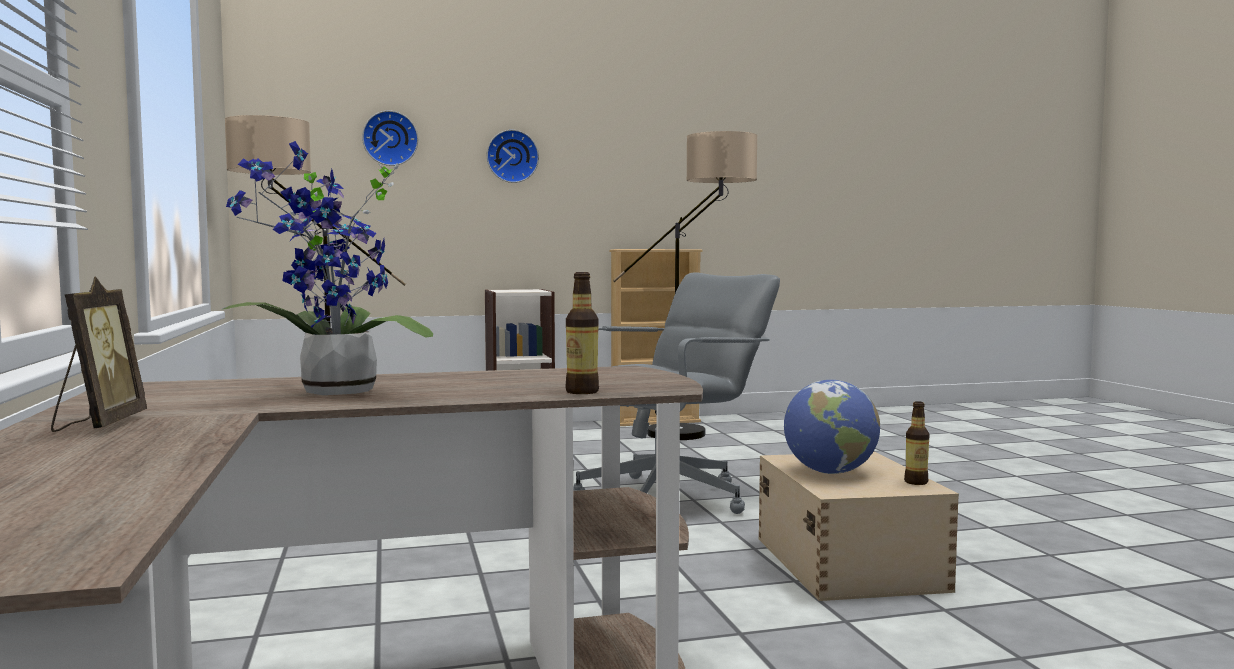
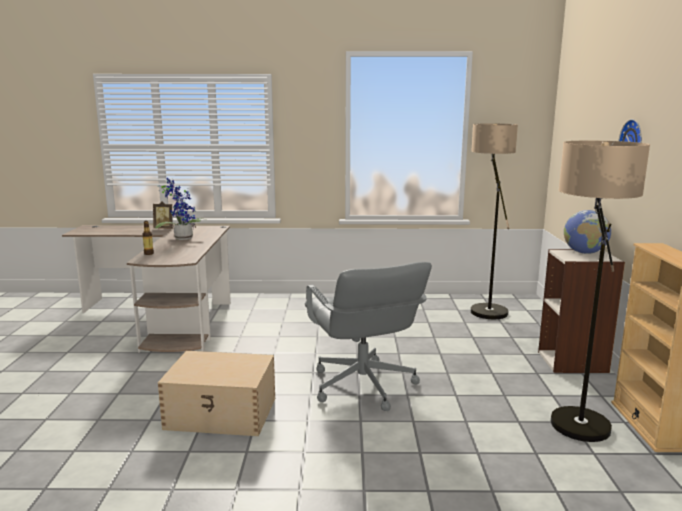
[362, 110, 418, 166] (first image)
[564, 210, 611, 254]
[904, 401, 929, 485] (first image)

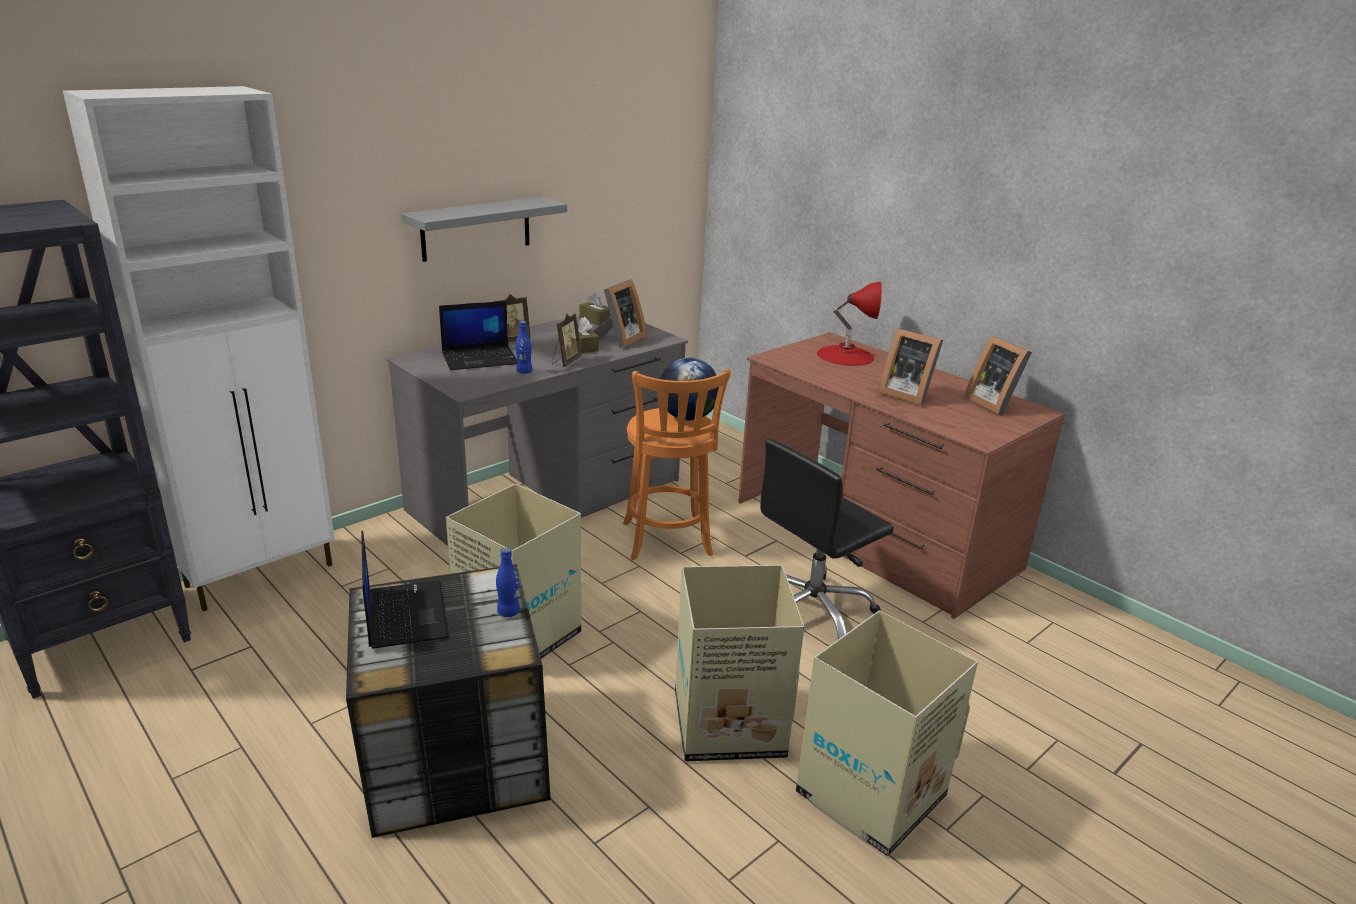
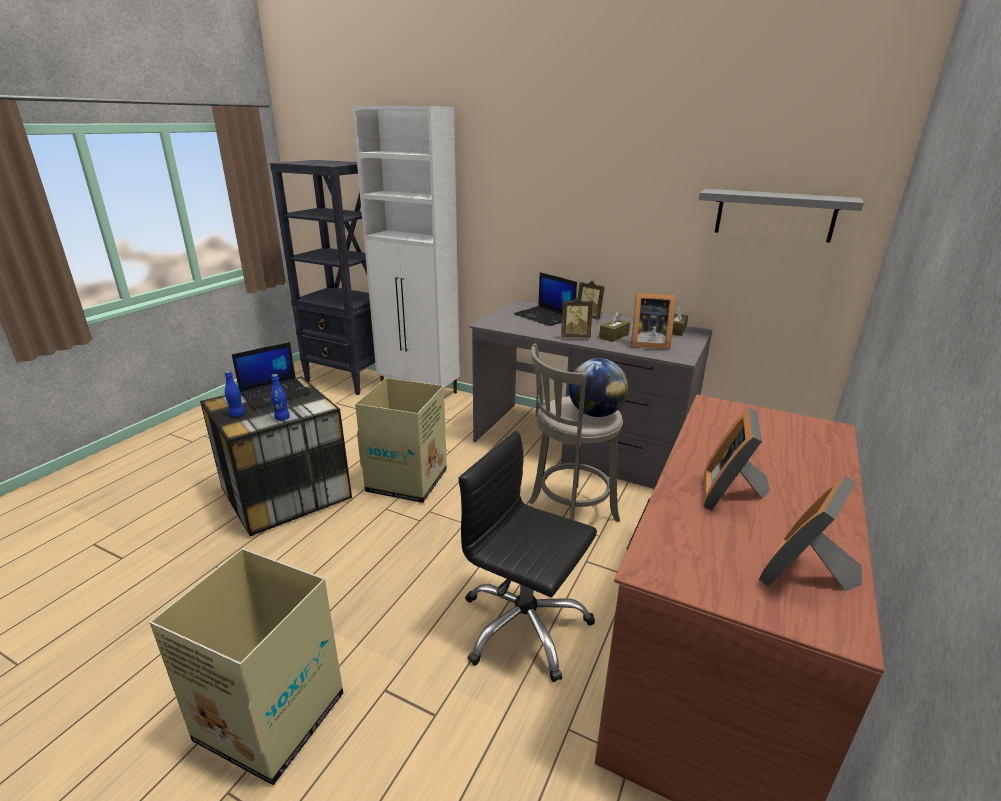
[699, 189, 864, 242]
[224, 371, 244, 417]
[529, 343, 623, 522]
[675, 565, 804, 762] (first image)
[817, 282, 882, 366] (first image)

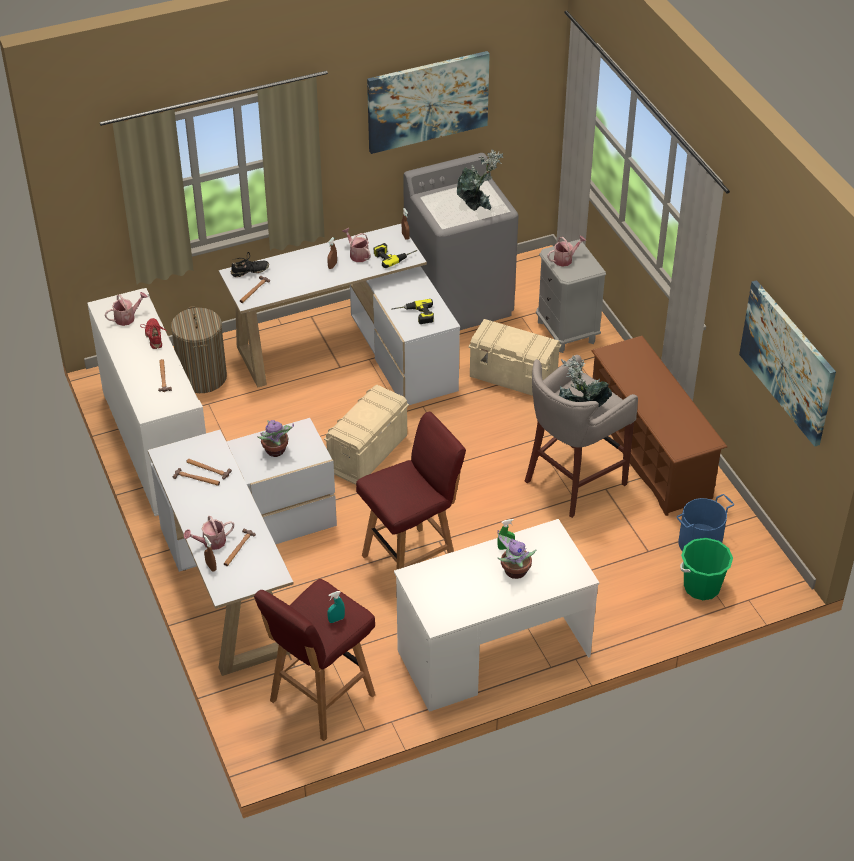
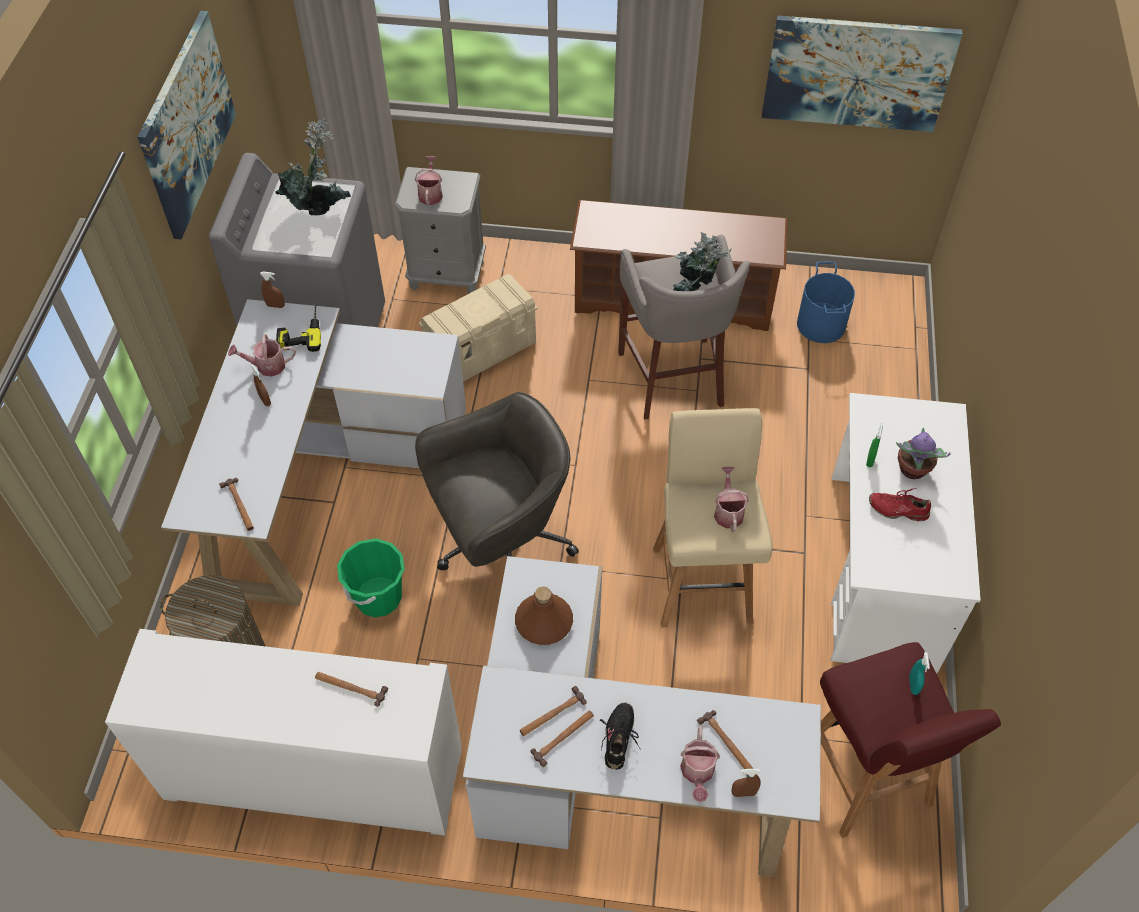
[714, 467, 749, 532]
[869, 488, 931, 521]
[600, 702, 641, 770]
[515, 587, 573, 645]
[415, 392, 579, 570]
[653, 408, 772, 627]
[392, 299, 434, 324] (first image)
[337, 538, 404, 617]

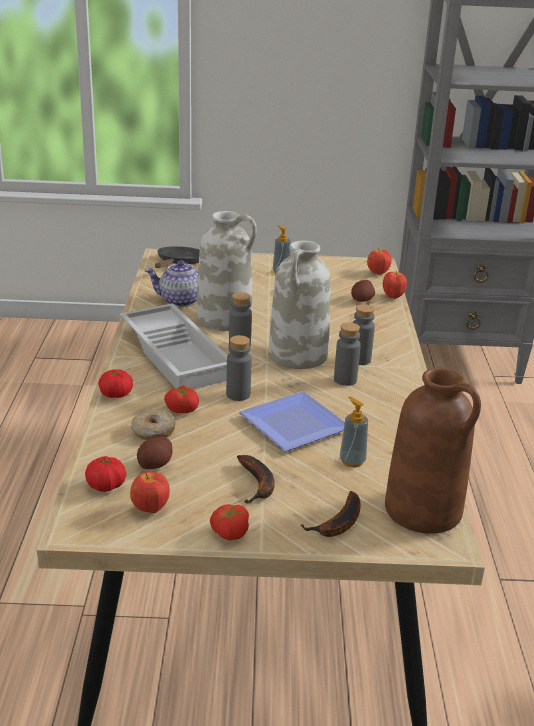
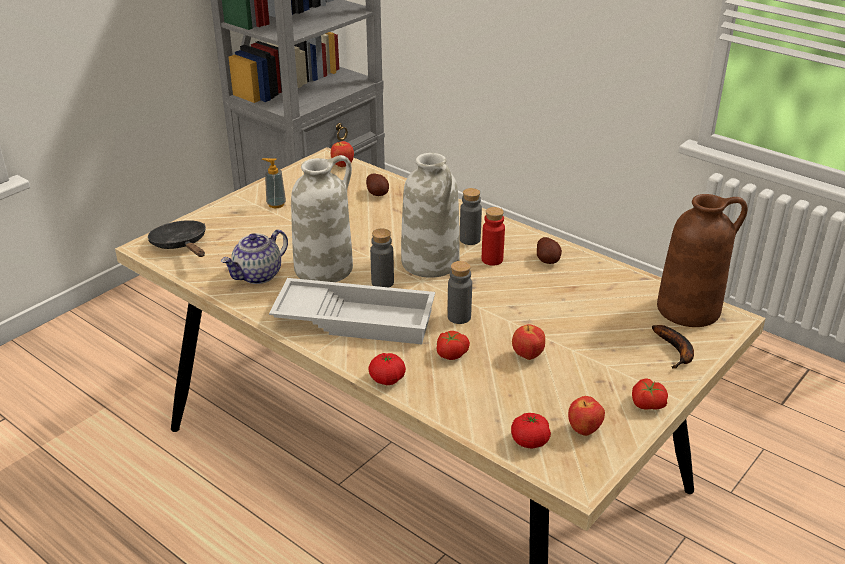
[131, 409, 176, 440] (first image)
[537, 237, 562, 264]
[237, 455, 275, 503] (first image)
[239, 391, 345, 451] (first image)
[482, 207, 505, 266]
[340, 397, 368, 467] (first image)
[512, 324, 545, 360]

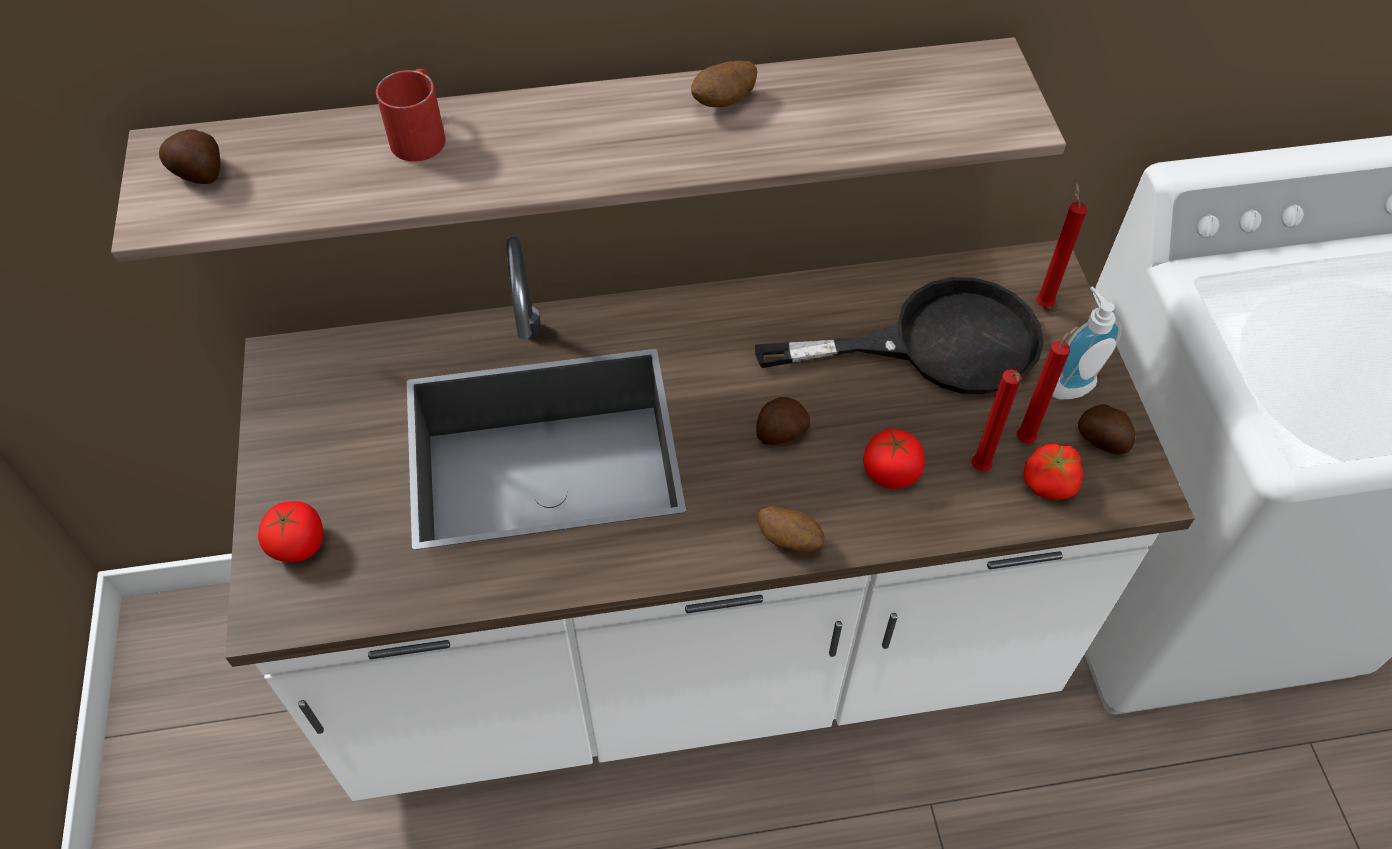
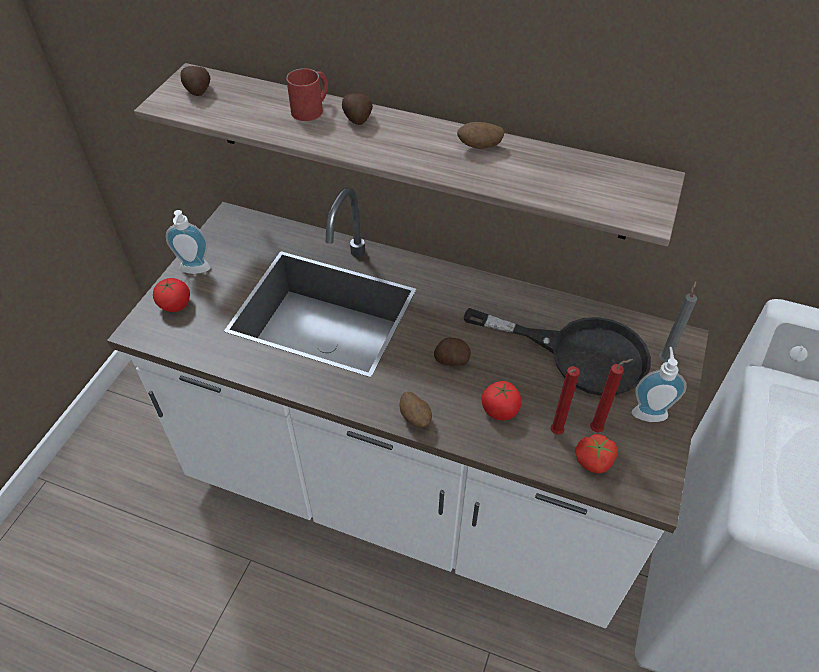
[659, 281, 697, 362]
[342, 93, 373, 125]
[166, 210, 210, 274]

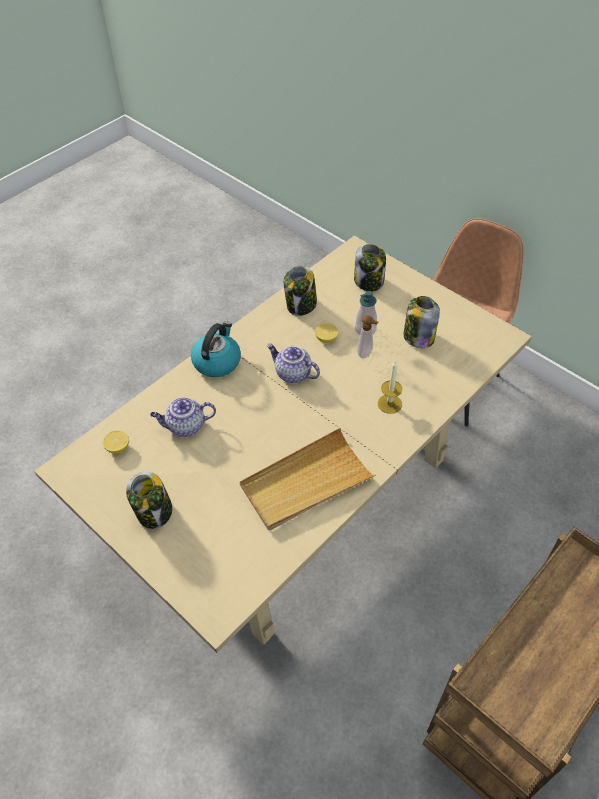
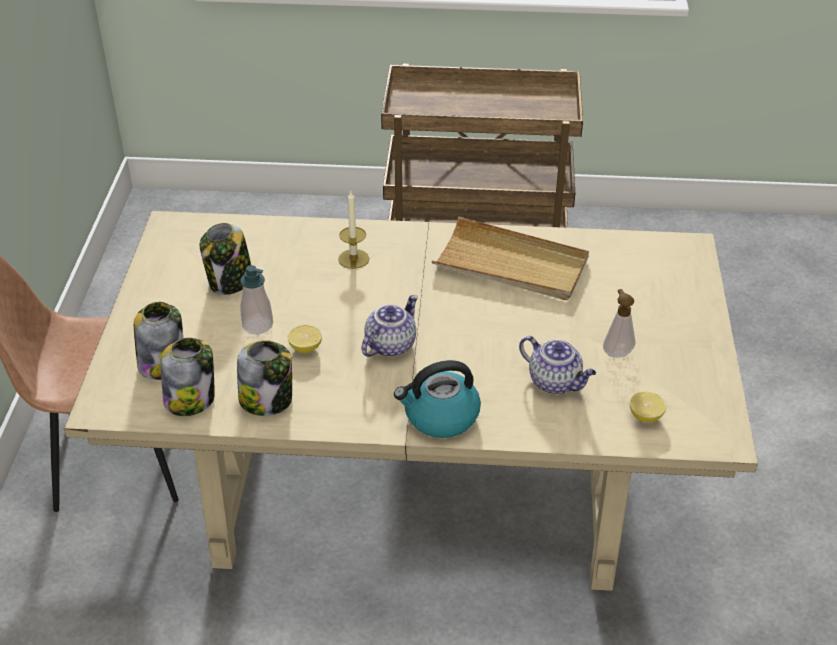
[161, 338, 215, 416]
[361, 295, 418, 357]
[603, 289, 635, 358]

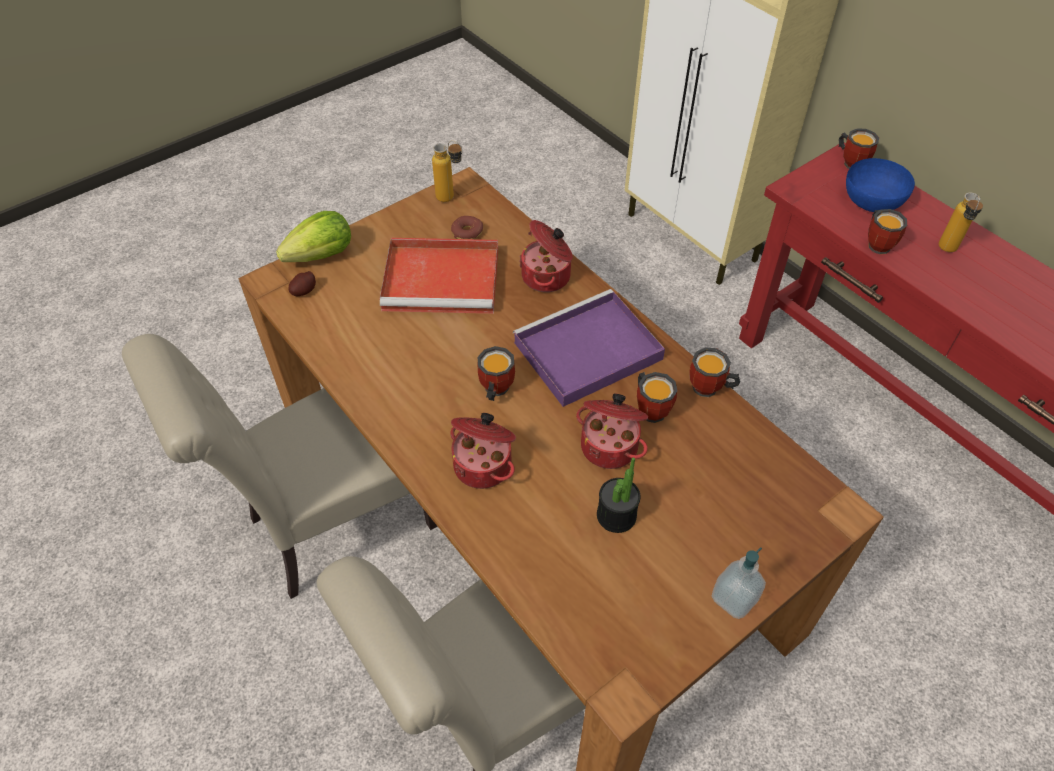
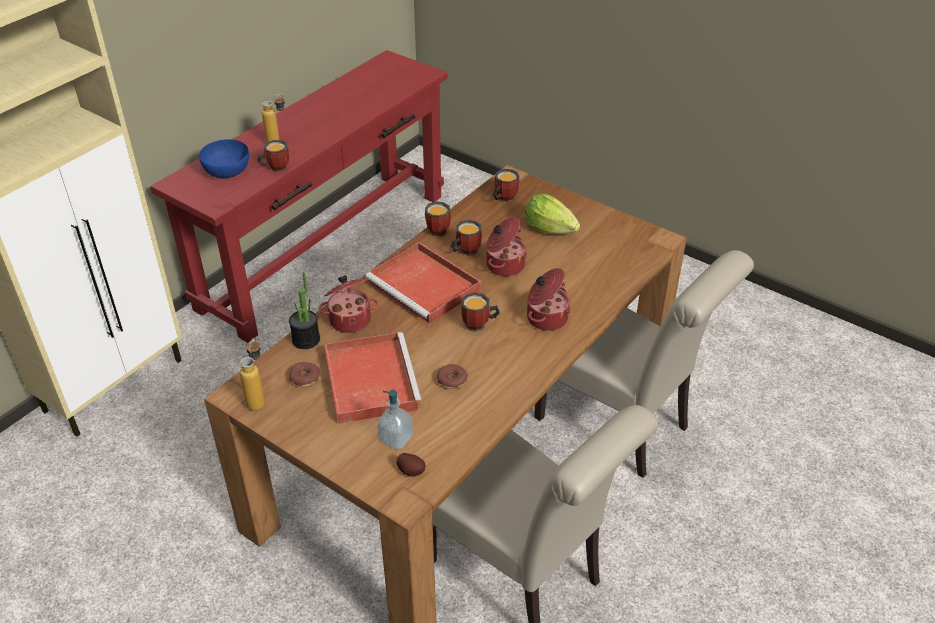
[525, 193, 580, 234]
[366, 242, 481, 325]
[289, 272, 320, 349]
[377, 390, 413, 450]
[492, 169, 520, 203]
[437, 364, 468, 389]

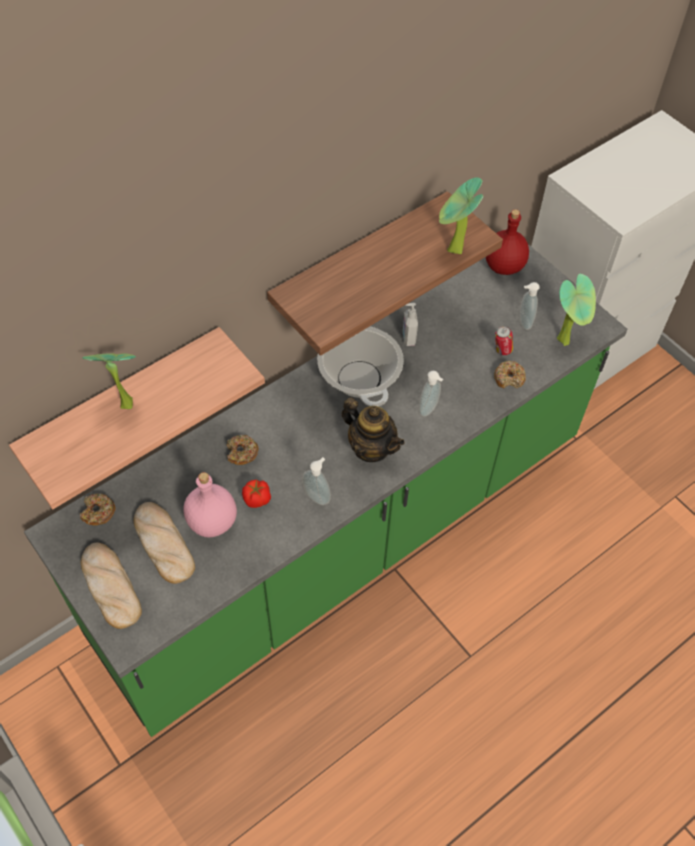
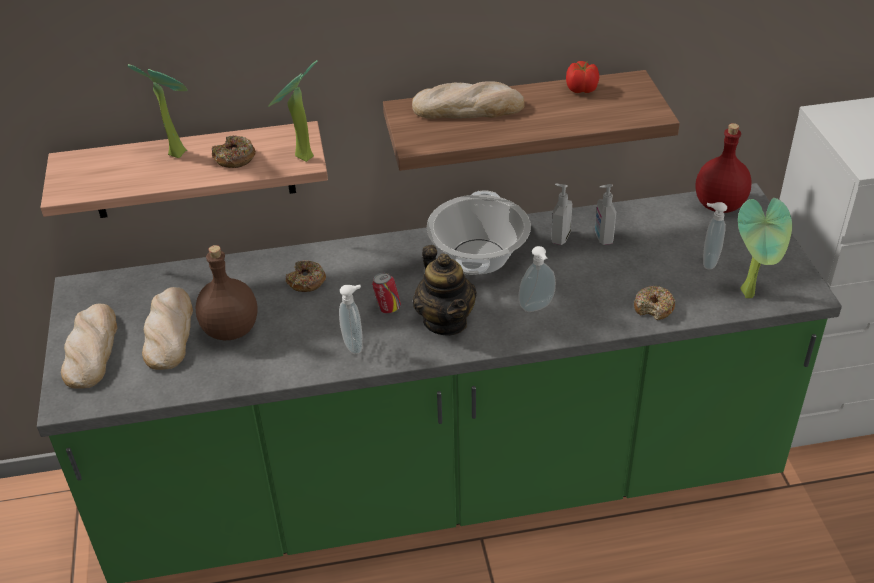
[212, 135, 256, 168]
[195, 245, 258, 340]
[566, 61, 599, 93]
[268, 60, 317, 162]
[372, 272, 401, 314]
[412, 81, 525, 119]
[595, 184, 616, 245]

